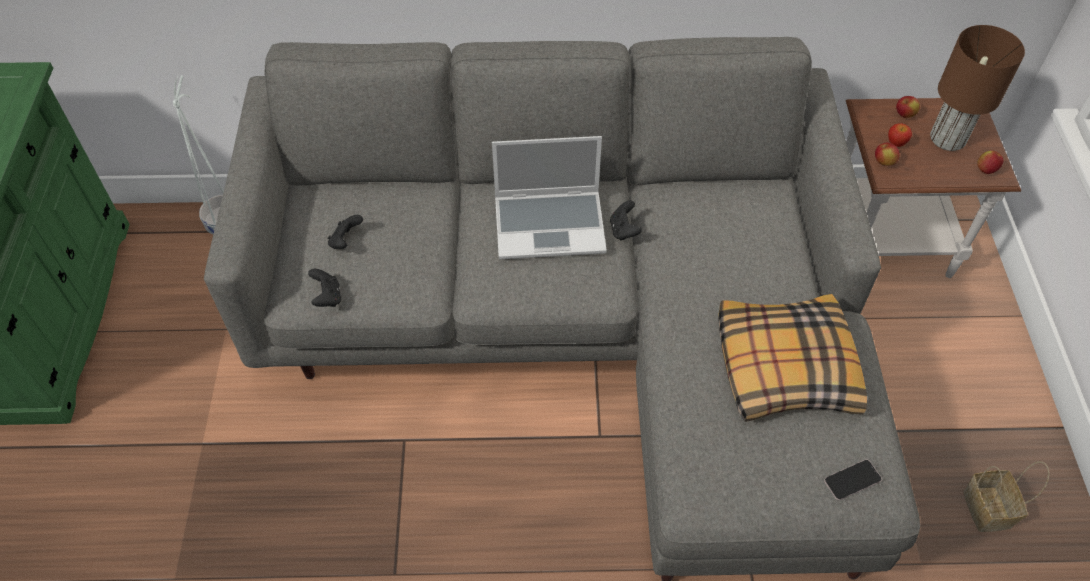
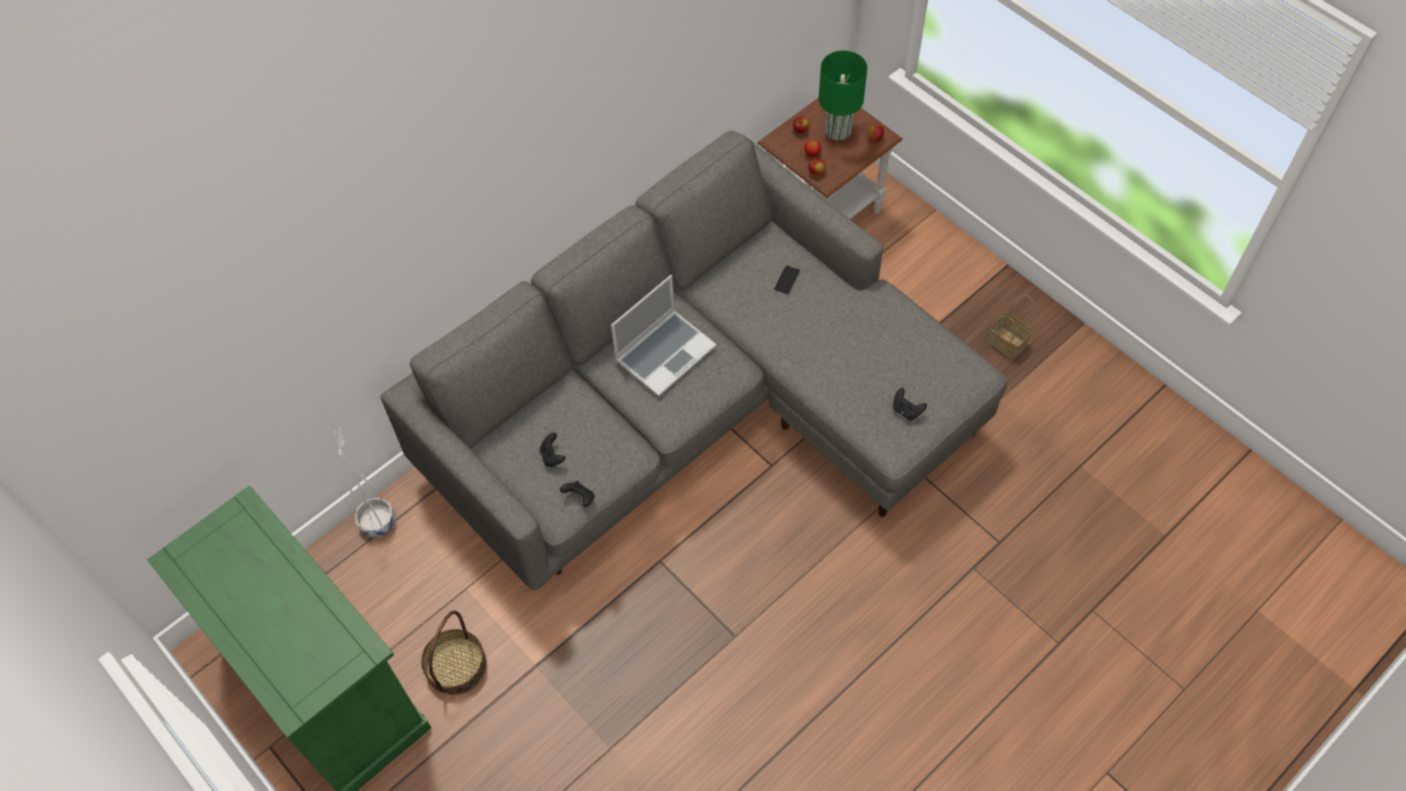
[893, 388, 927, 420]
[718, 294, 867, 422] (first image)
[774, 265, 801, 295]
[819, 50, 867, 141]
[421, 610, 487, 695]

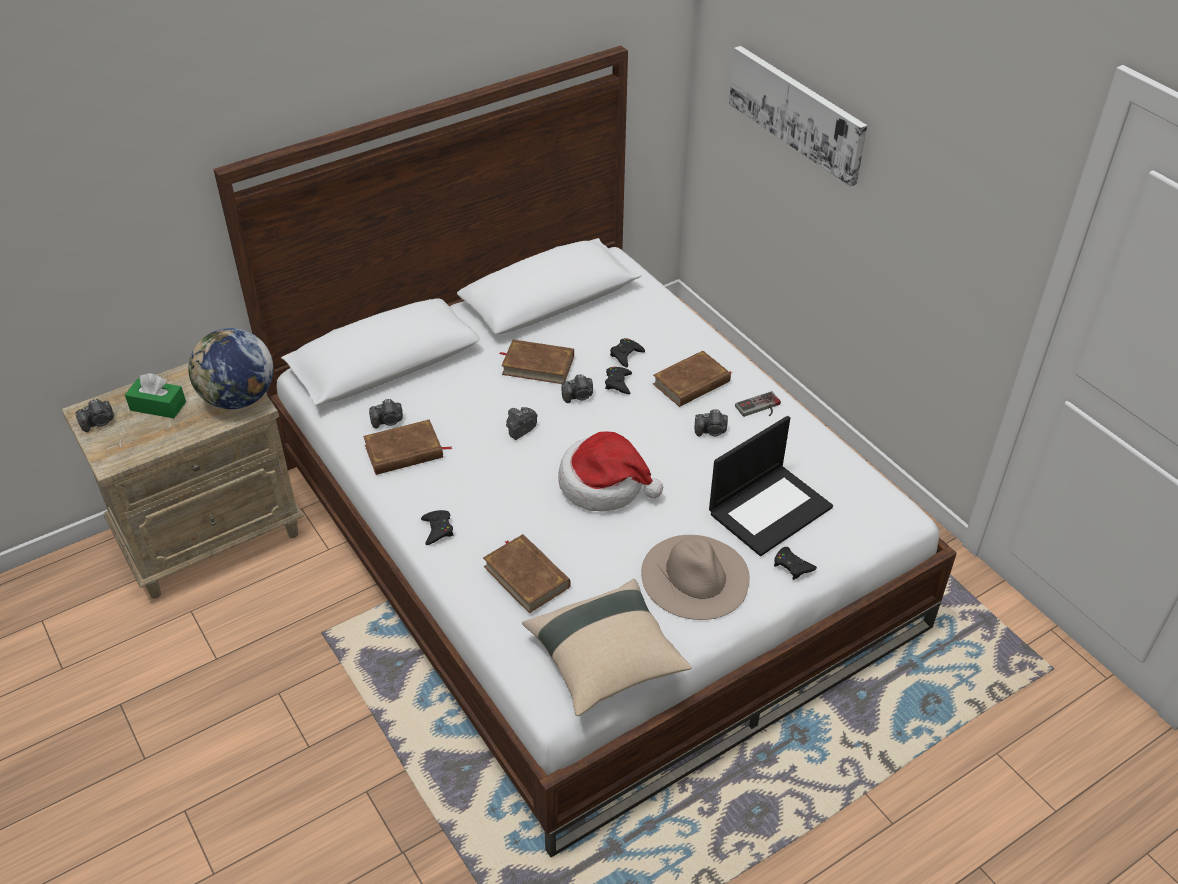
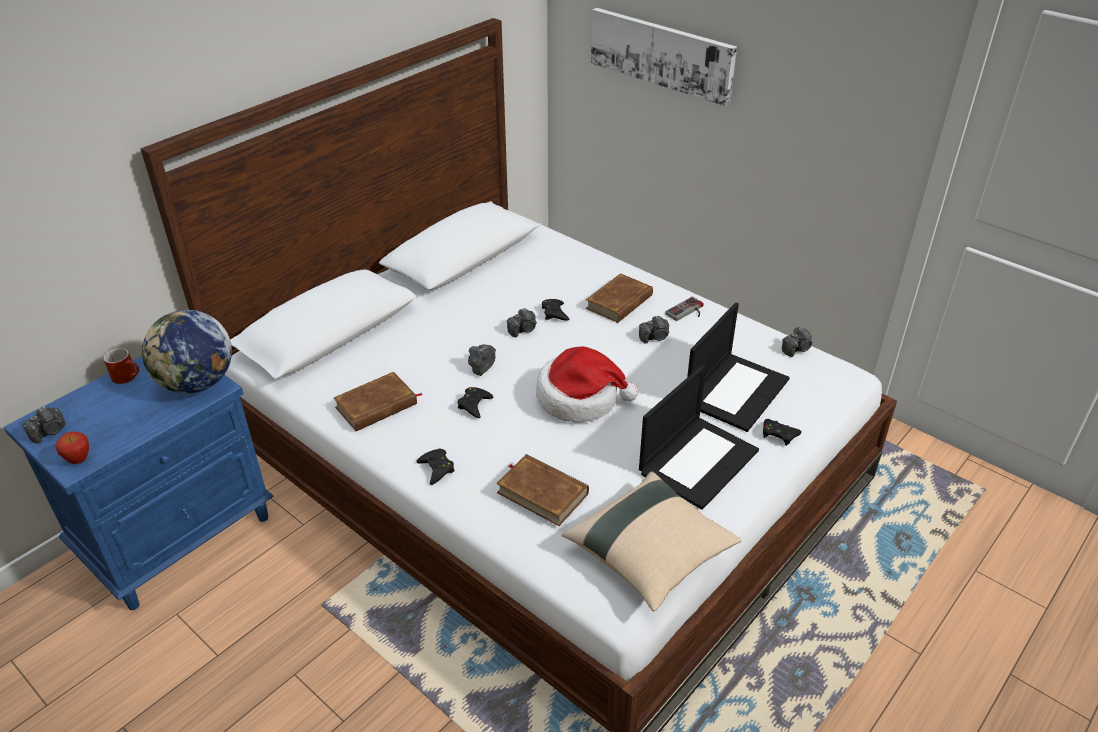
[4, 356, 274, 610]
[125, 373, 186, 418] (first image)
[782, 327, 812, 357]
[499, 339, 574, 384] (first image)
[457, 387, 494, 418]
[639, 364, 759, 510]
[55, 432, 89, 464]
[103, 348, 139, 384]

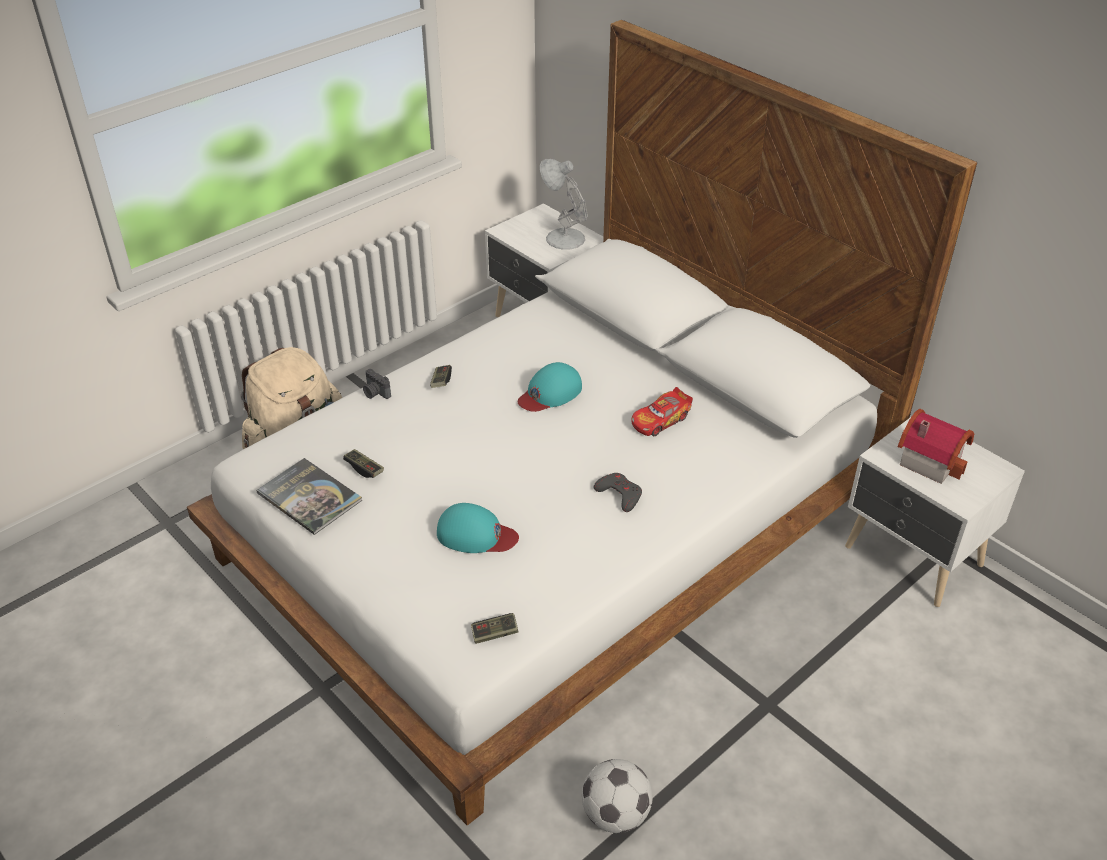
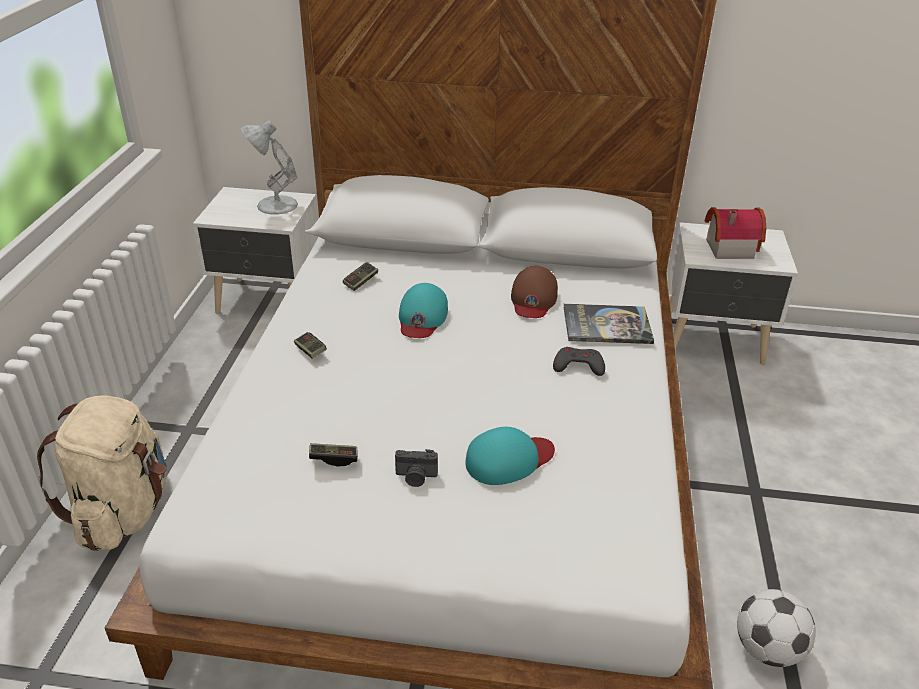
[563, 304, 654, 344]
[395, 449, 438, 487]
[343, 262, 378, 291]
[511, 266, 558, 318]

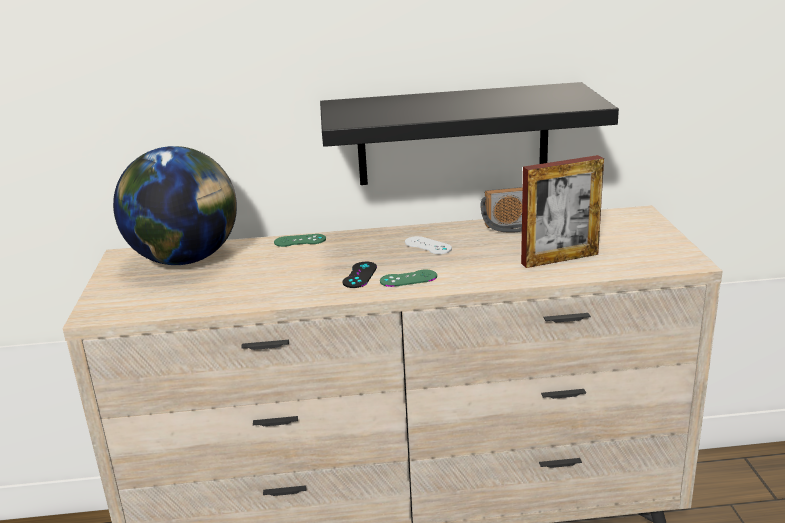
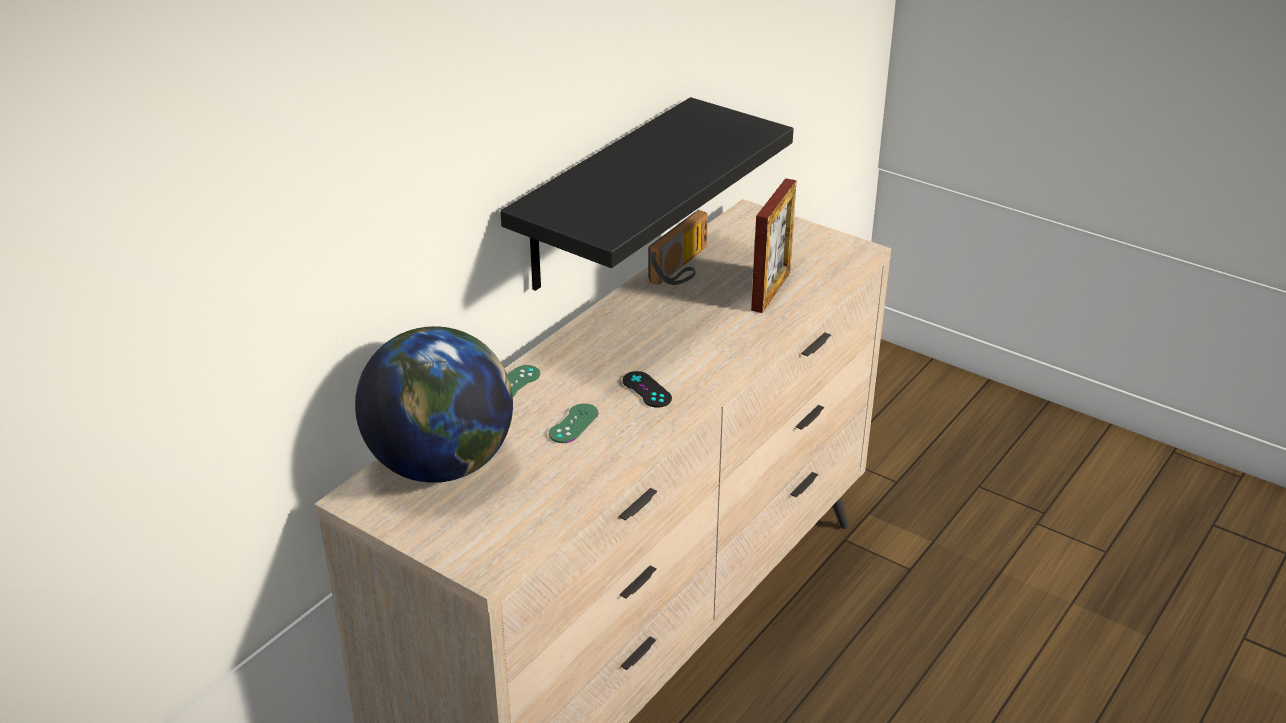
[549, 403, 598, 443]
[405, 236, 452, 254] (first image)

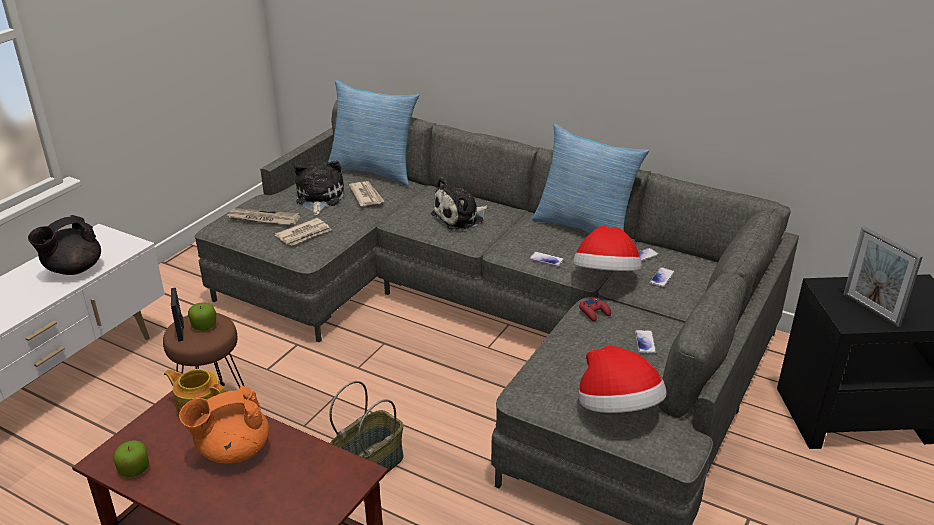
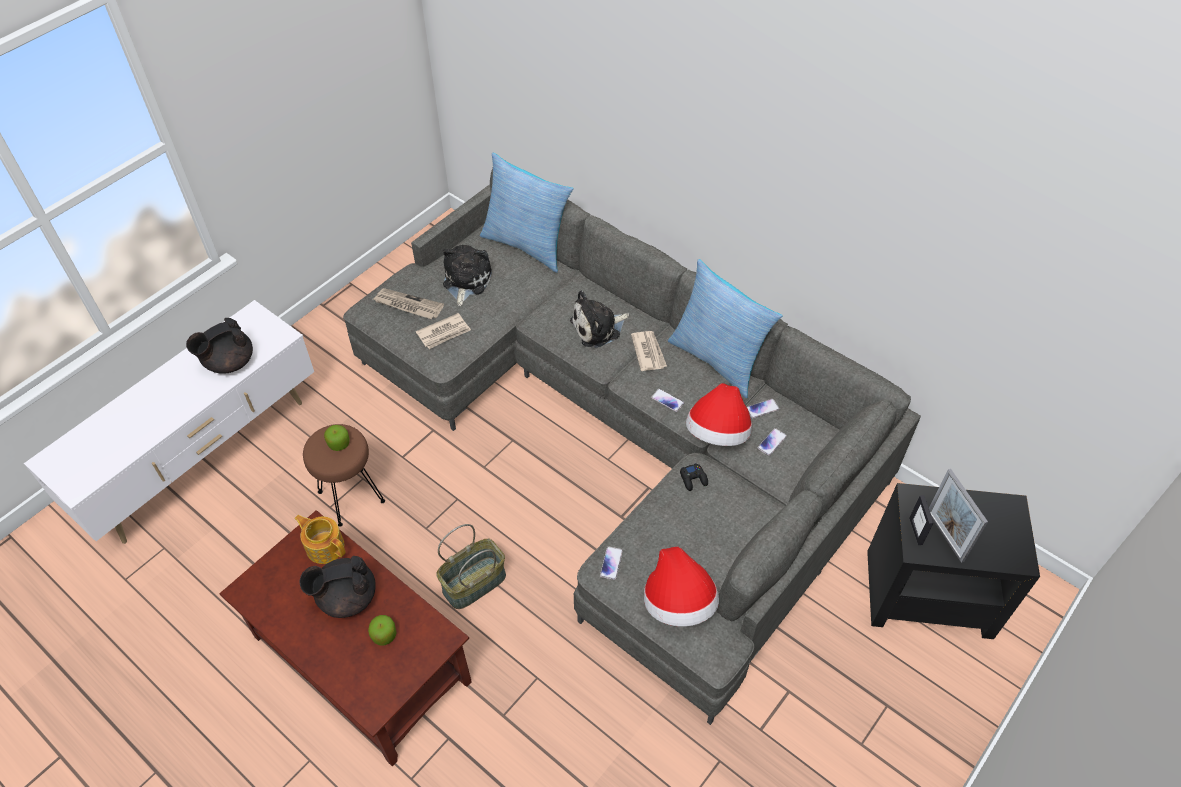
[368, 615, 397, 646]
[909, 495, 934, 545]
[299, 556, 376, 618]
[631, 331, 667, 371]
[680, 463, 708, 491]
[600, 546, 623, 580]

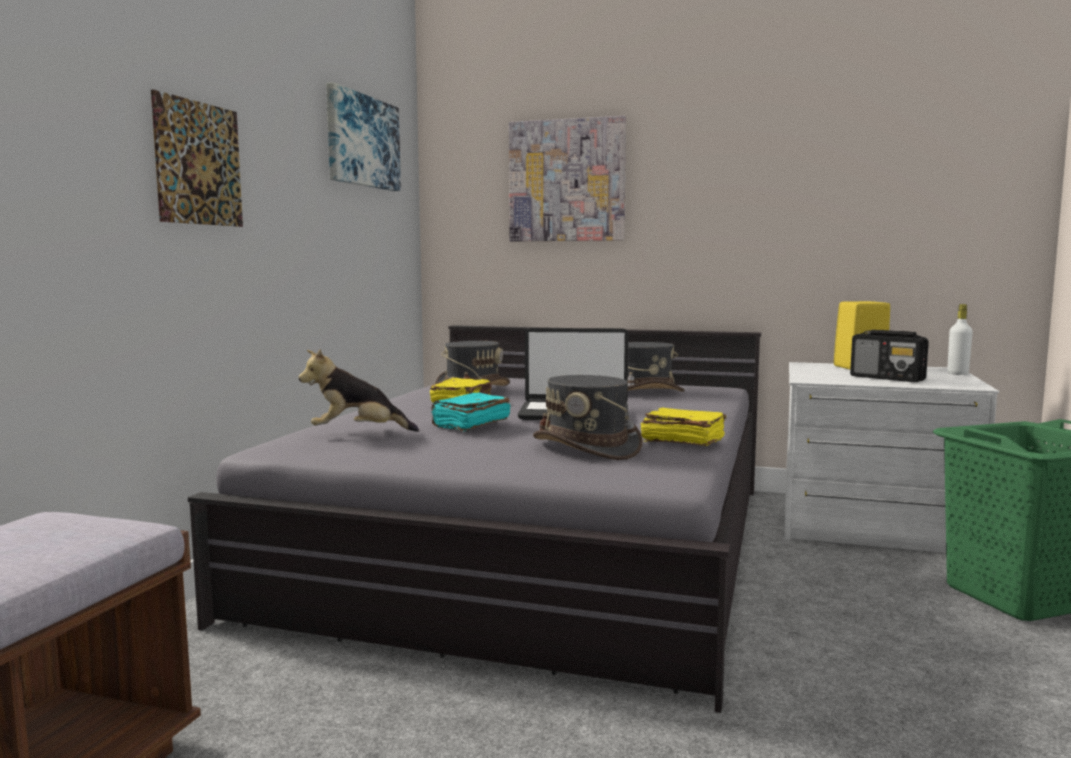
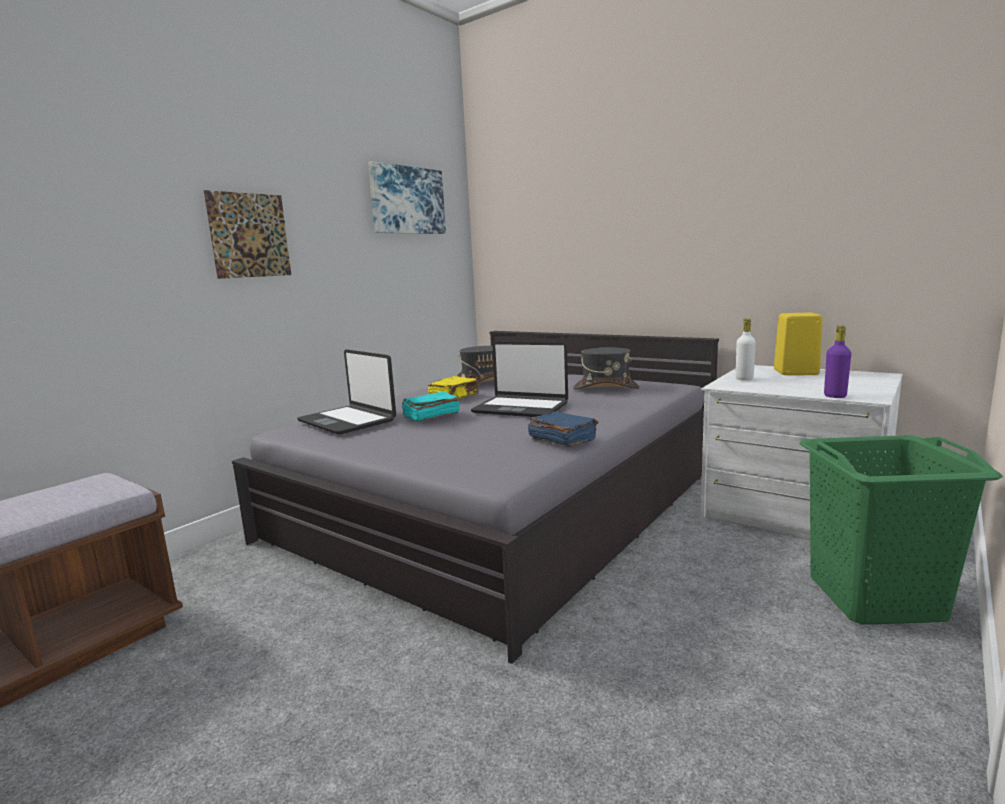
[297, 349, 396, 435]
[509, 116, 626, 242] (first image)
[533, 375, 642, 460] (first image)
[528, 411, 598, 447]
[850, 330, 929, 382] (first image)
[736, 318, 756, 380]
[824, 326, 851, 398]

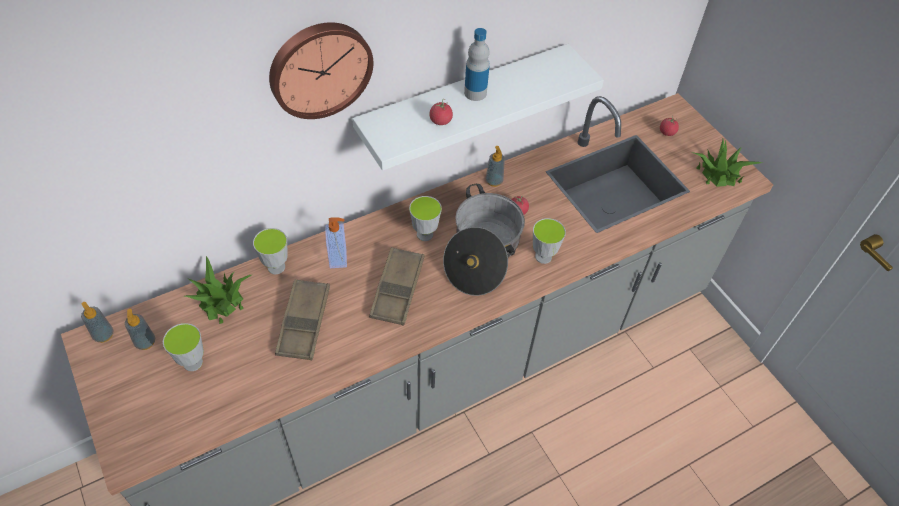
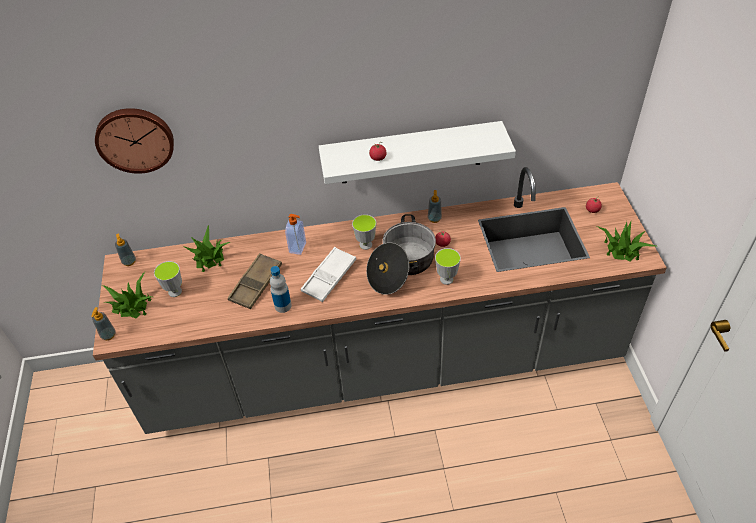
[91, 307, 116, 340]
[253, 228, 288, 274] (first image)
[95, 108, 174, 174]
[301, 247, 356, 302]
[270, 266, 292, 313]
[102, 272, 152, 318]

